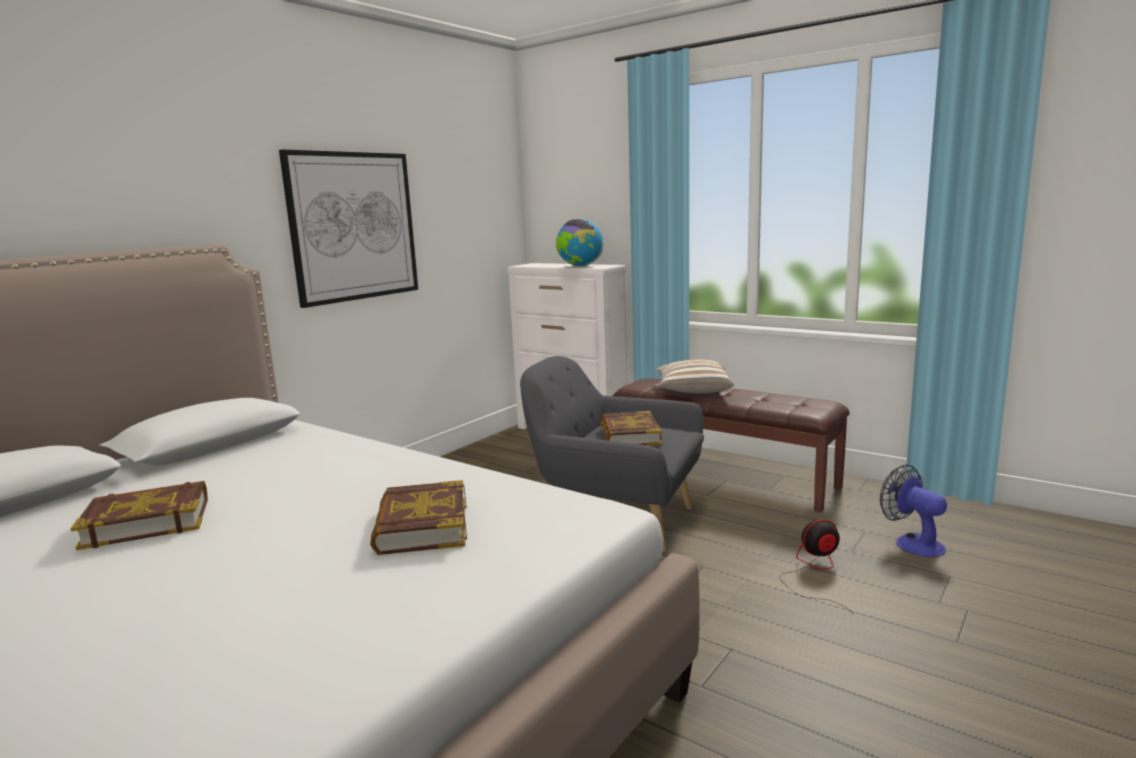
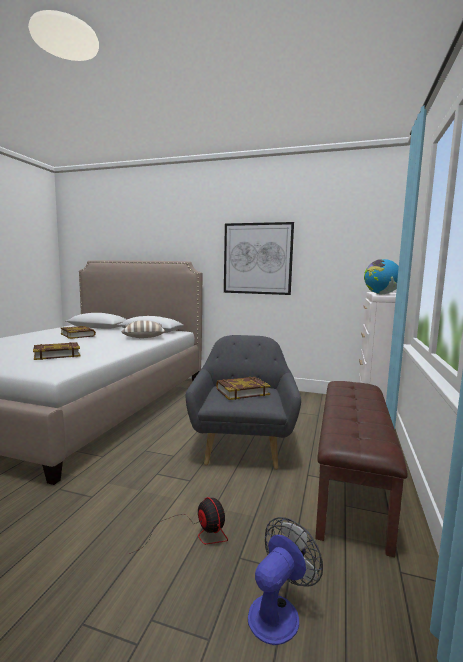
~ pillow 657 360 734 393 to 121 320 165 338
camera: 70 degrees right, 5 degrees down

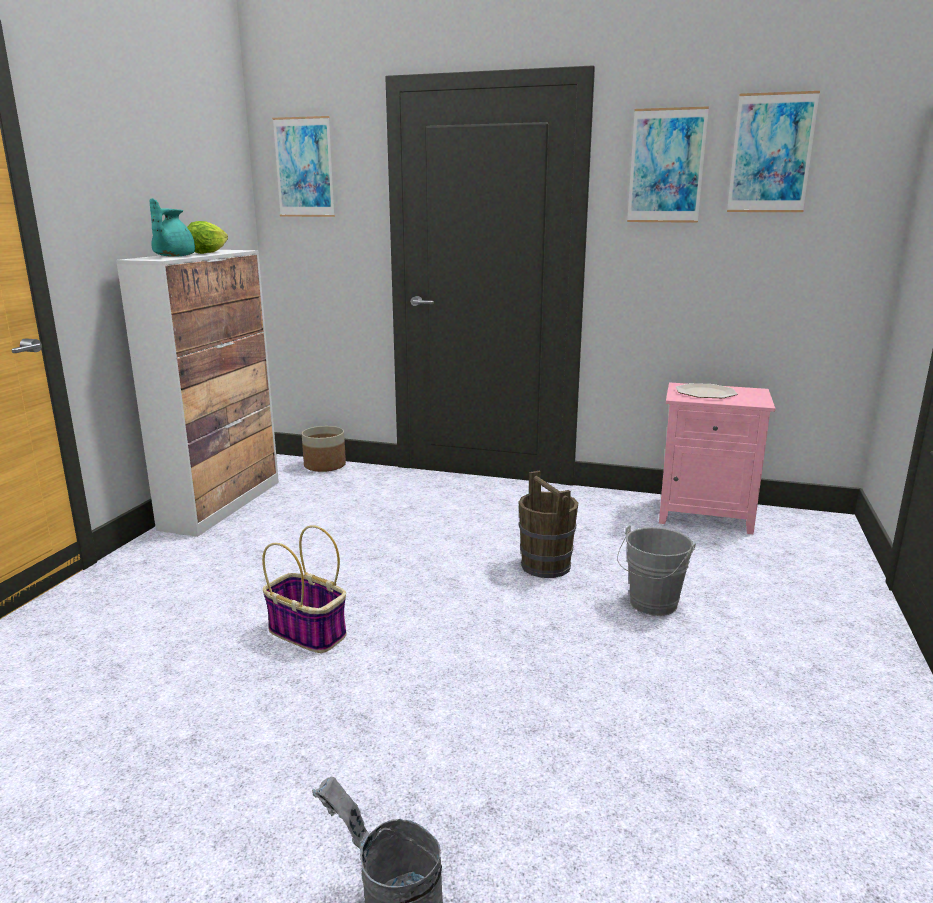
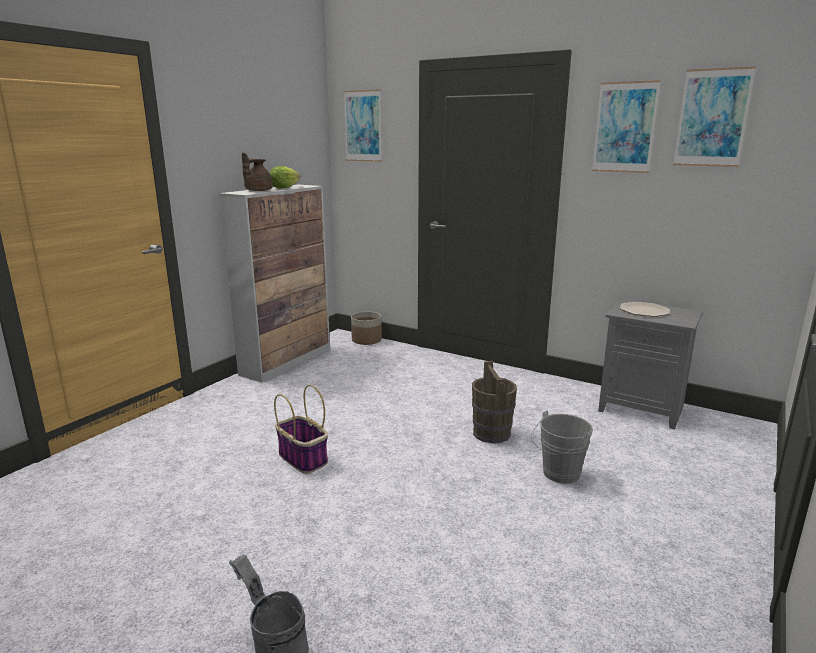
~ turquoise teapot 149 198 195 257 to brown teapot 242 152 273 191
~ pink nightstand 659 382 775 534 to grey nightstand 598 300 703 429
camera: 15 degrees right, 0 degrees up

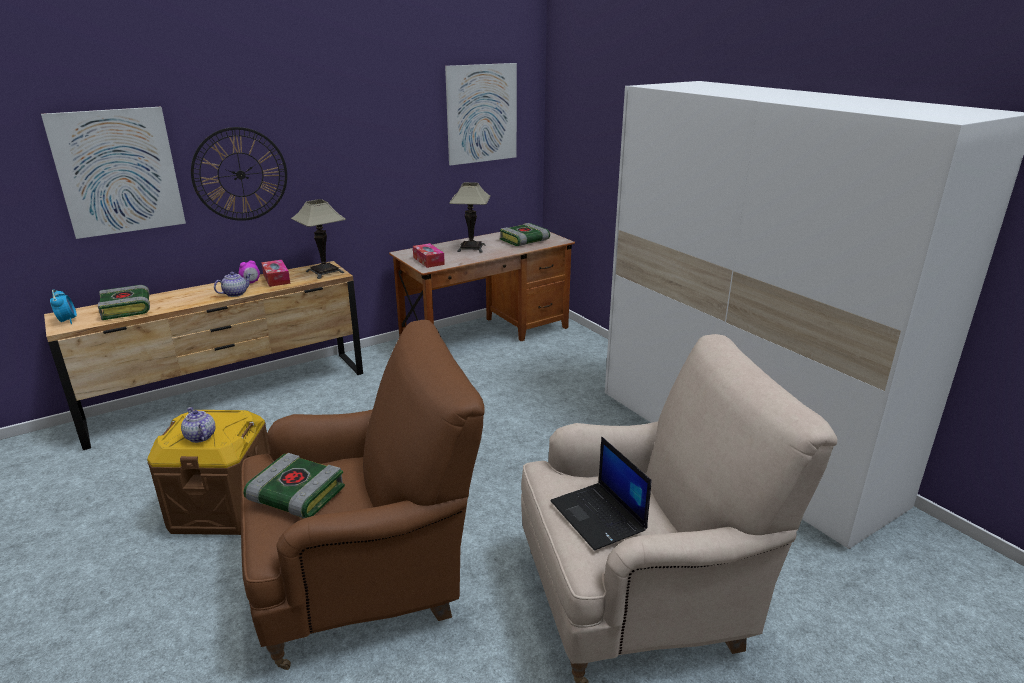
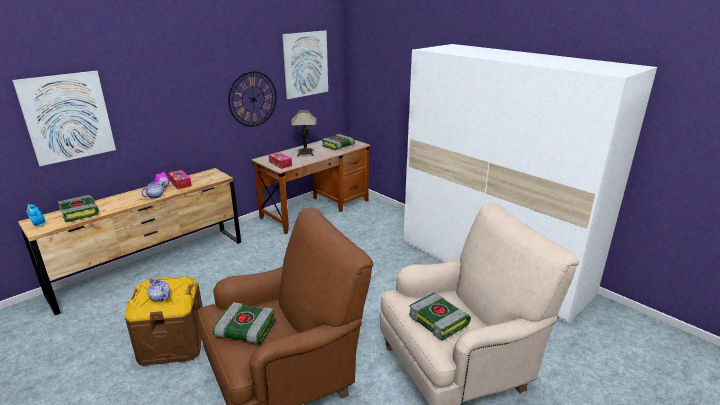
- table lamp 291 199 346 279
~ wall clock 191 127 287 221 to 228 71 277 127
~ laptop 551 437 651 551 to book 409 293 471 340
camera: 10 degrees left, 0 degrees up

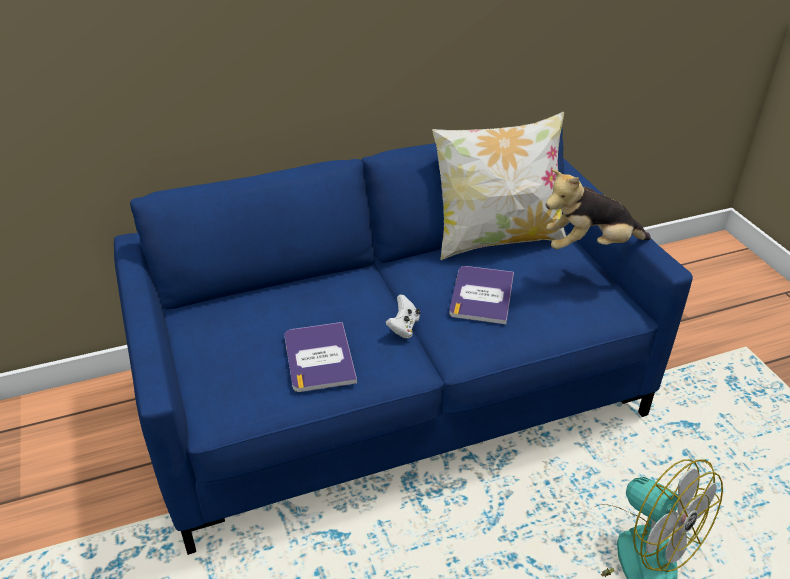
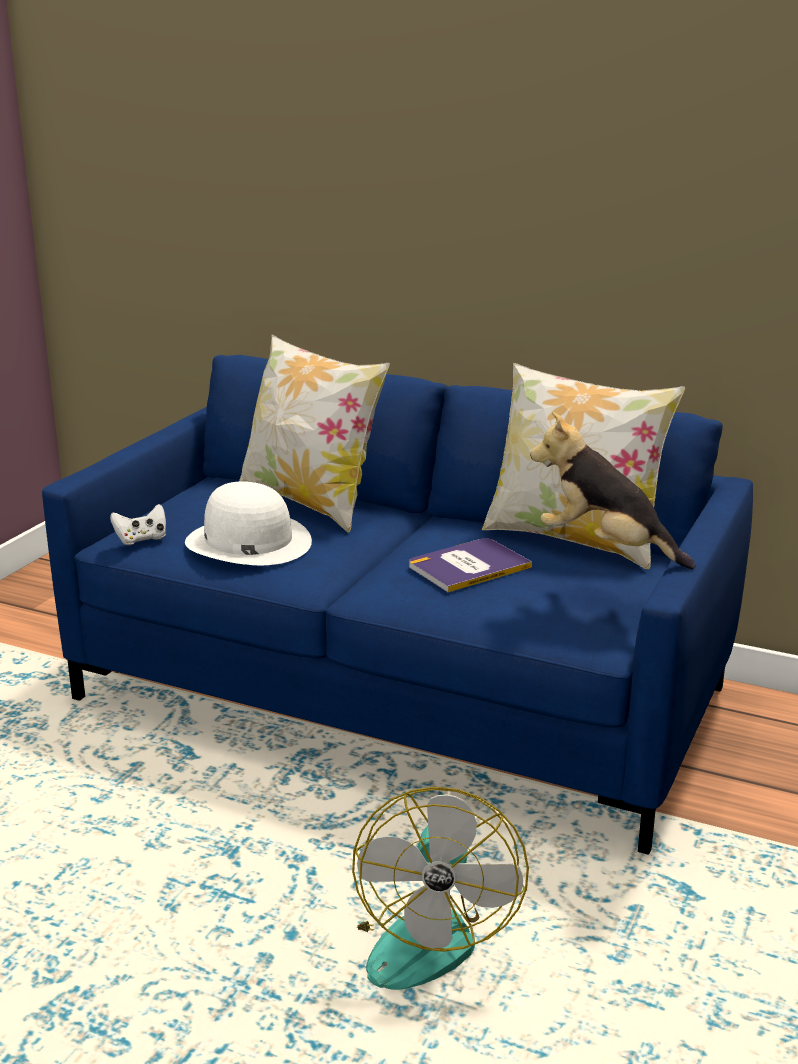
+ pillow 239 335 390 532
~ white game controller 385 294 420 338 to 110 504 166 545
~ book 284 322 357 392 to white hat 185 481 312 565
camera: 45 degrees right, 15 degrees down

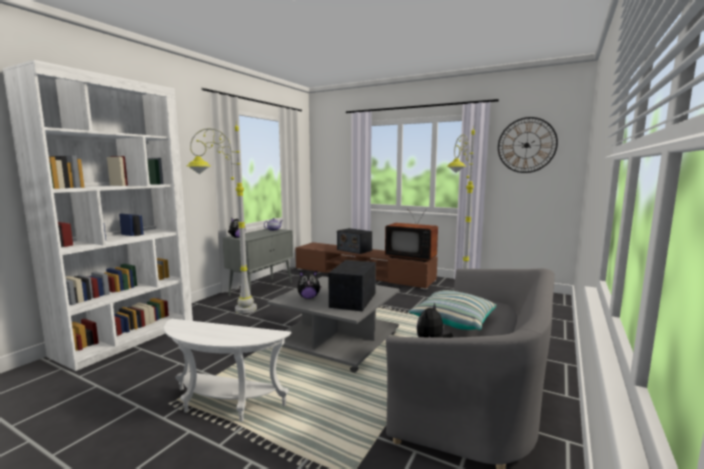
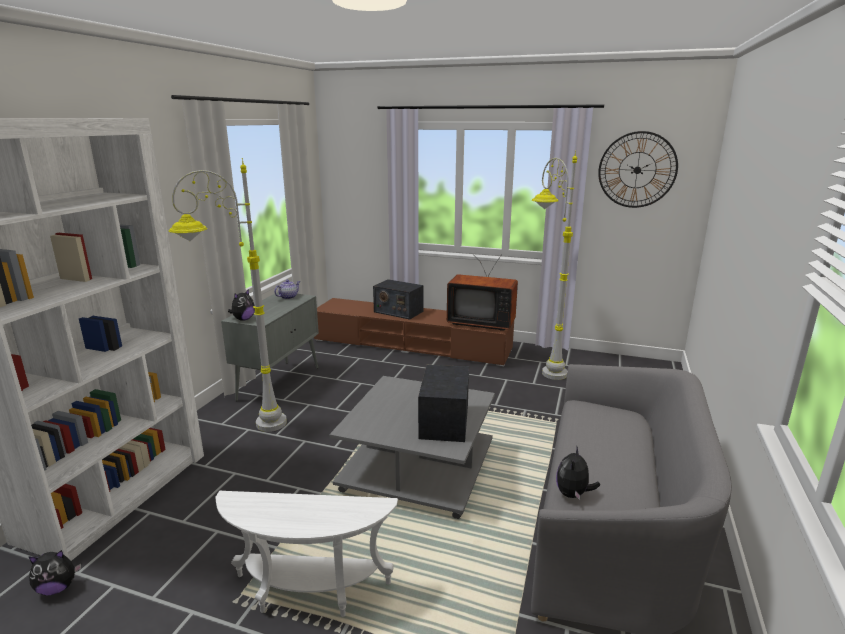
- pillow 409 290 496 330
~ plush toy 297 271 321 299 to 28 550 81 596
camera: 10 degrees left, 10 degrees up

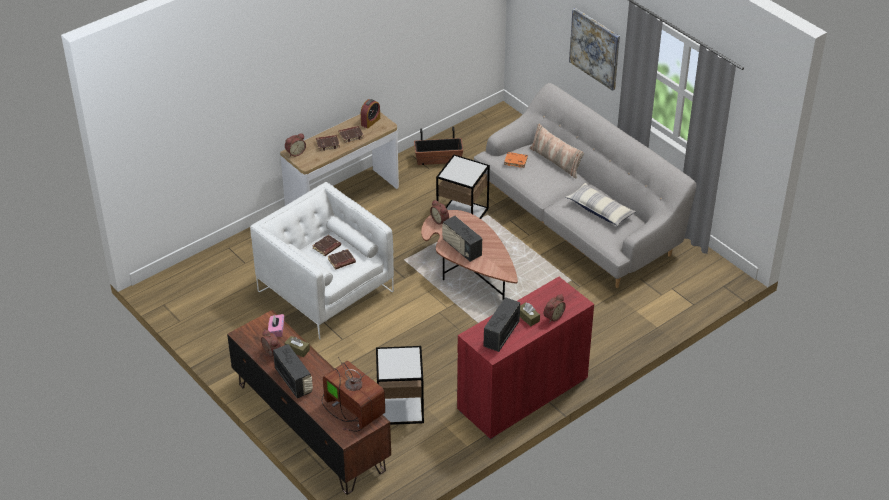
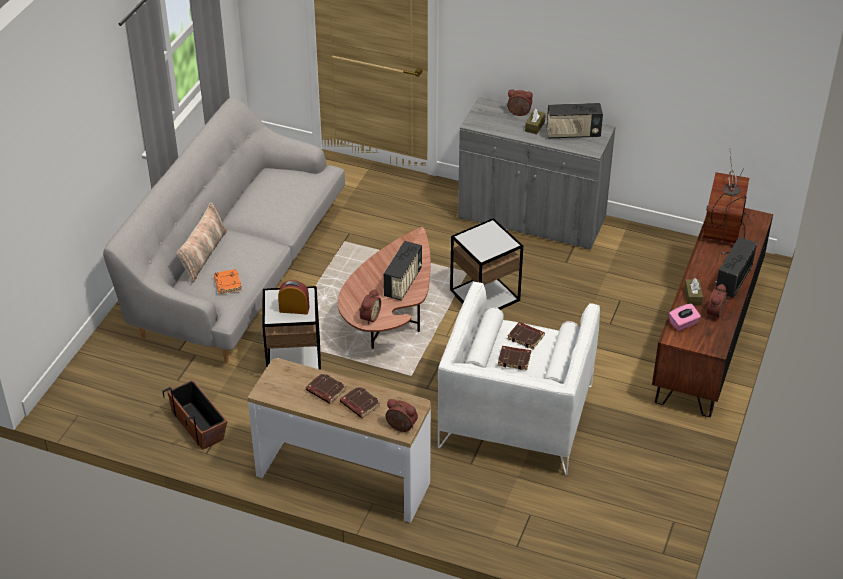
- pillow 566 183 636 226
- picture 569 8 620 91
~ alarm clock 361 99 380 129 to 278 280 310 314
~ side table 376 346 424 425 to 450 218 523 310
~ red cabinet 457 277 594 440 to grey cabinet 458 97 616 250
camera: 120 degrees left, 0 degrees up

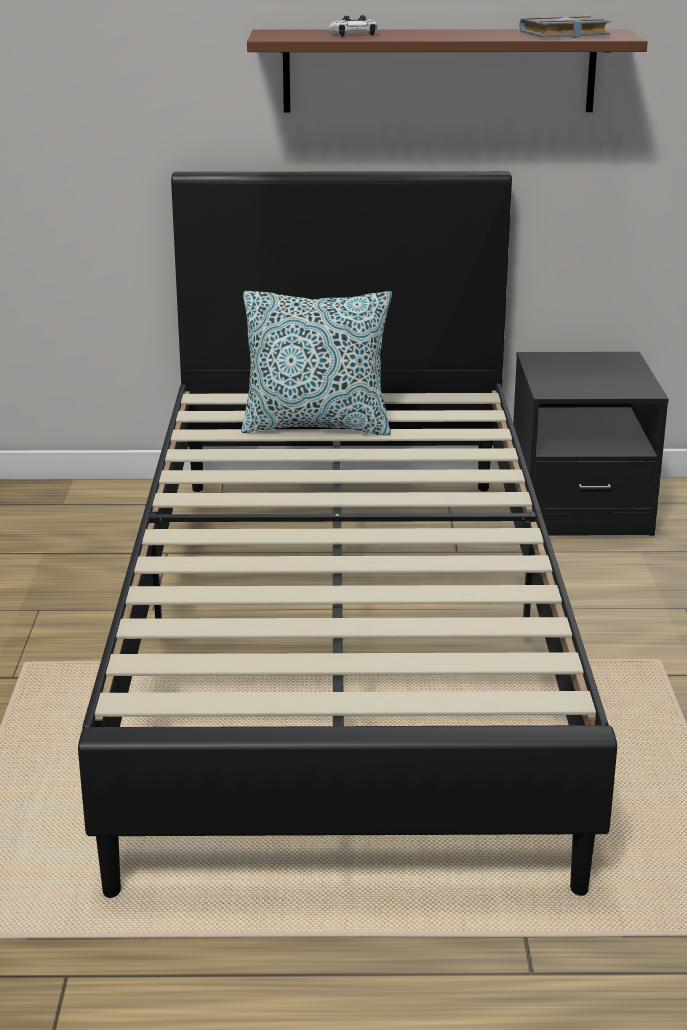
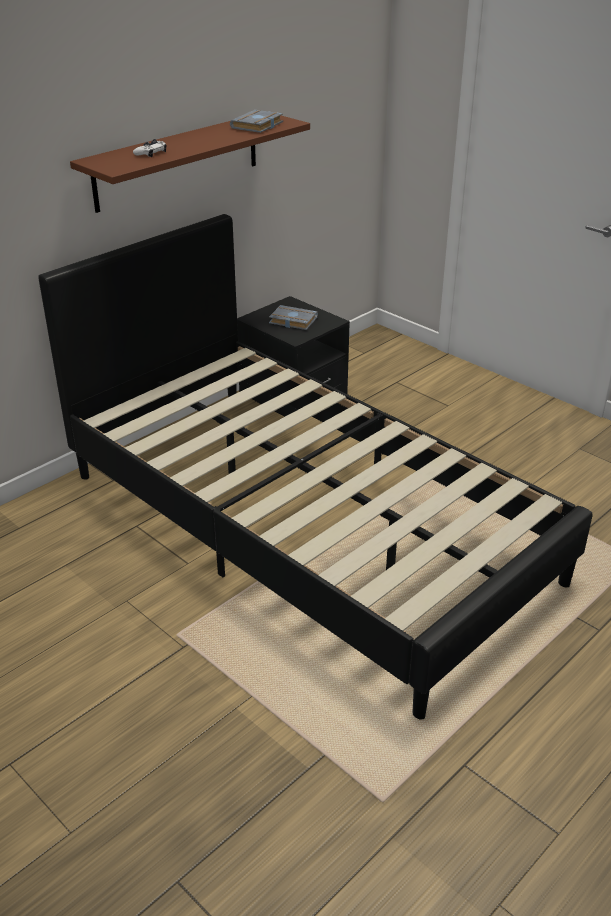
- pillow 241 291 392 435
+ grey book 269 305 318 330
camera: 45 degrees left, 10 degrees up

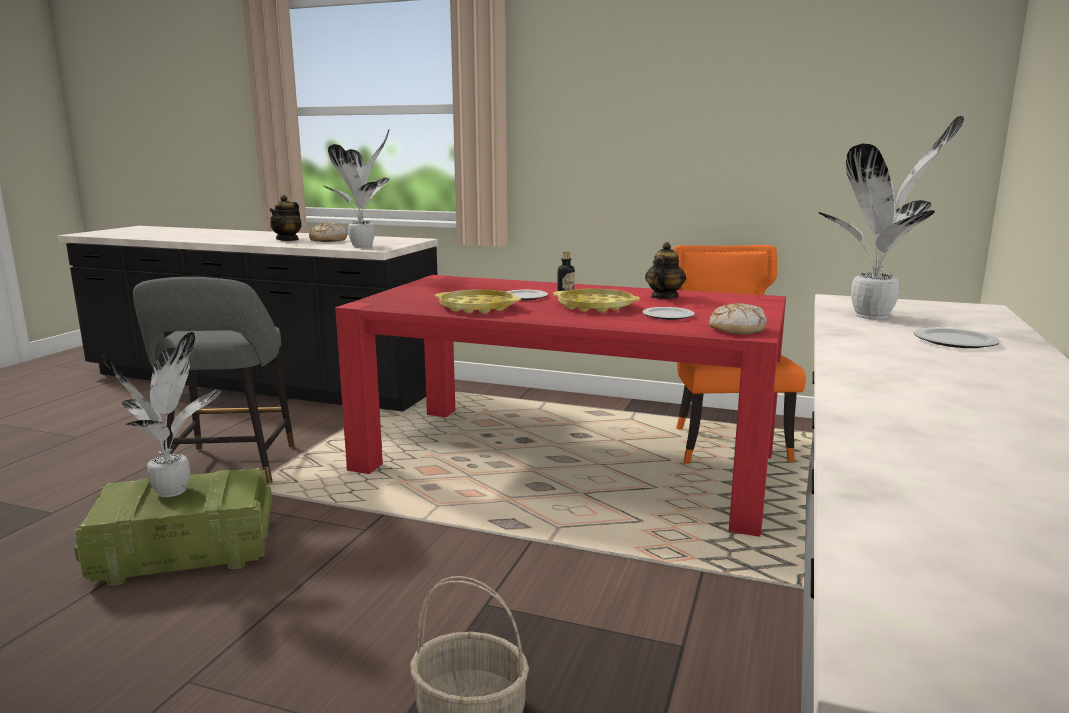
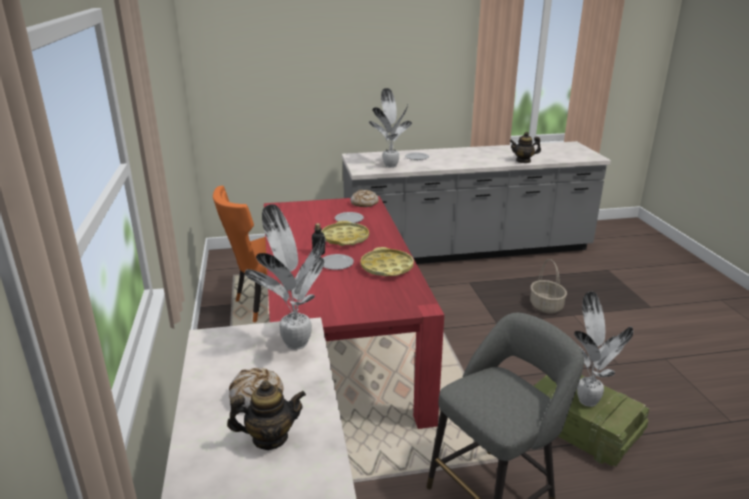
~ teapot 645 242 686 299 to 510 132 541 163
camera: 120 degrees left, 10 degrees up

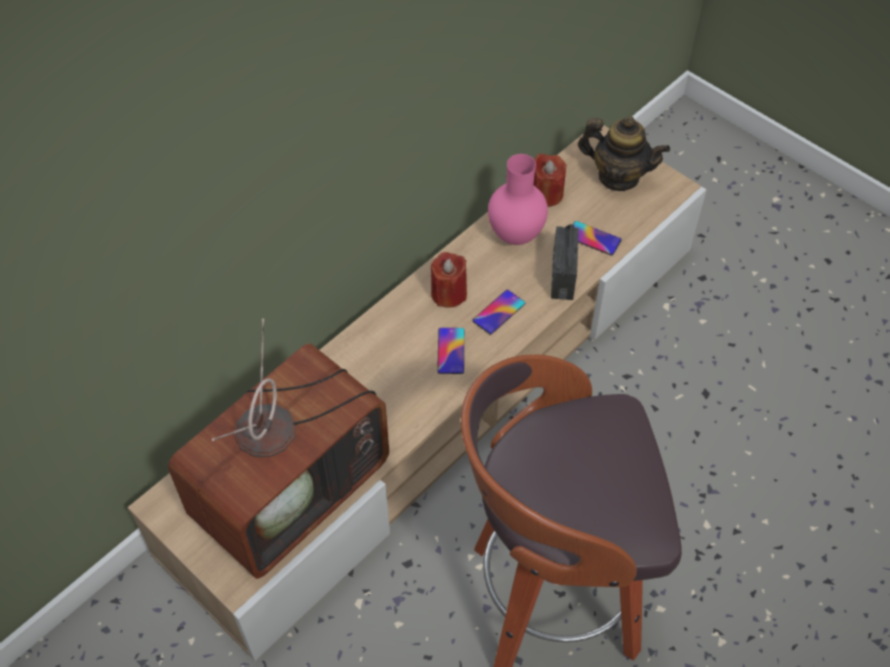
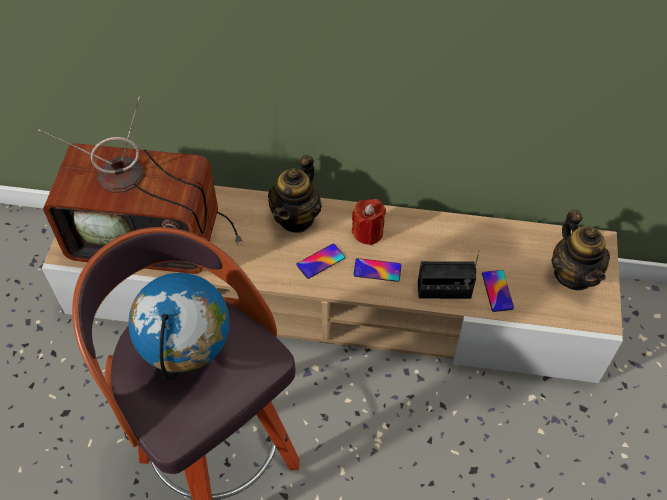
- pink vase 488 154 548 245
- red candle 534 154 566 207
+ globe 128 273 230 380
+ teapot 268 155 322 233
~ radio 551 224 579 300 = 418 251 479 299 150 degrees counterclockwise
camera: 55 degrees right, 0 degrees up

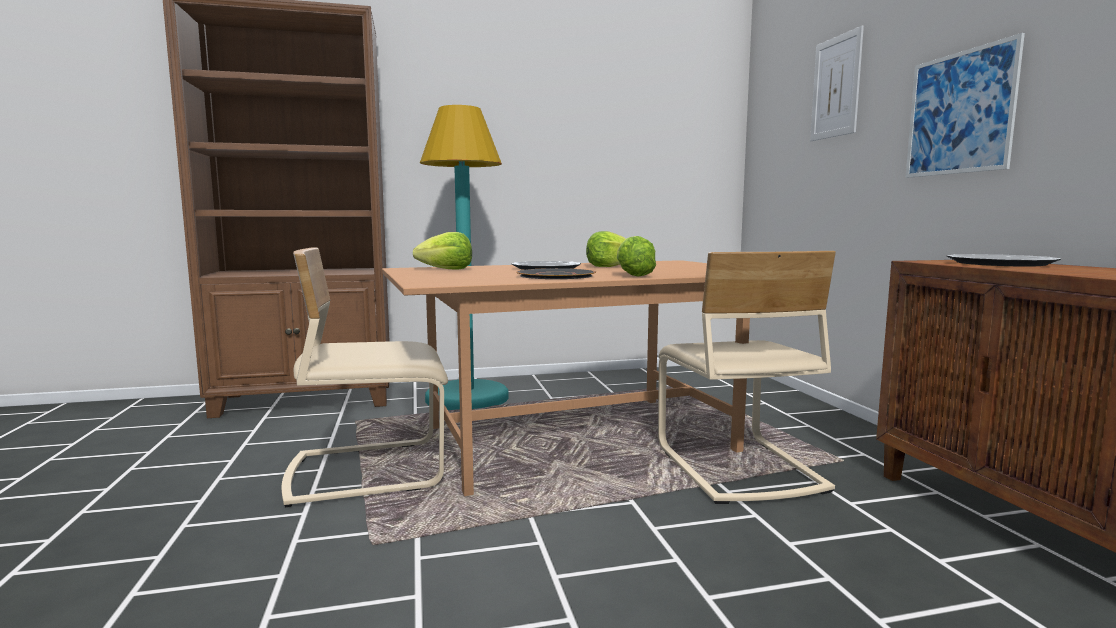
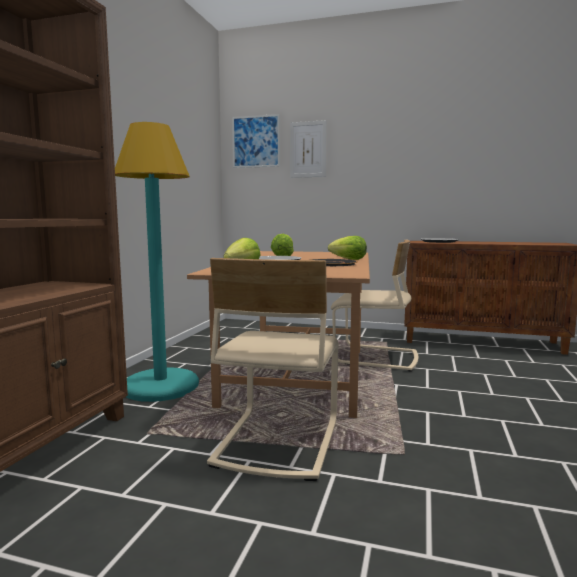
~ picture 906 33 1025 178 to 232 114 280 168
camera: 60 degrees left, 0 degrees up

